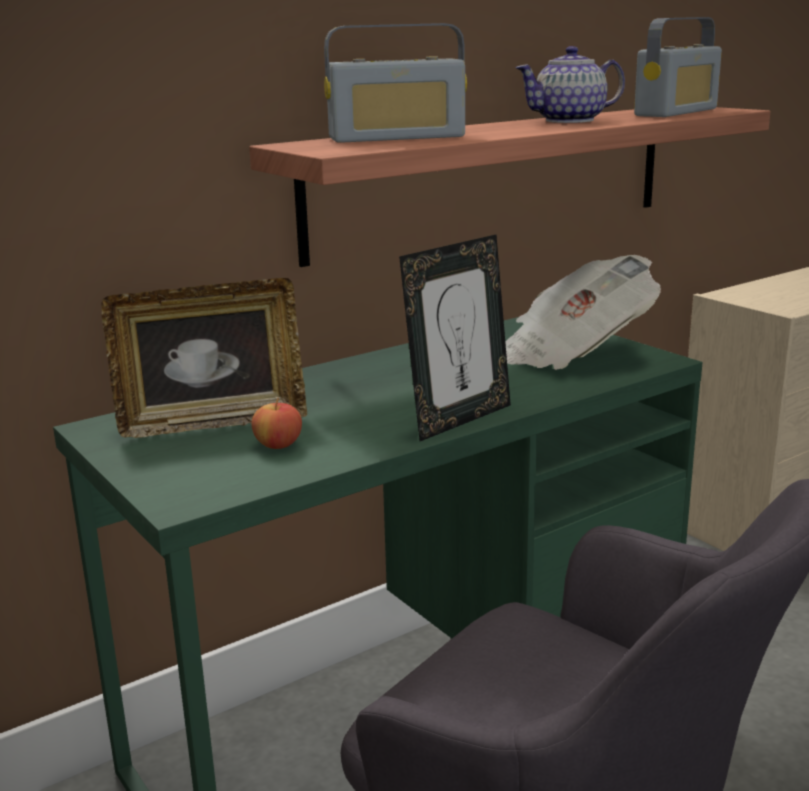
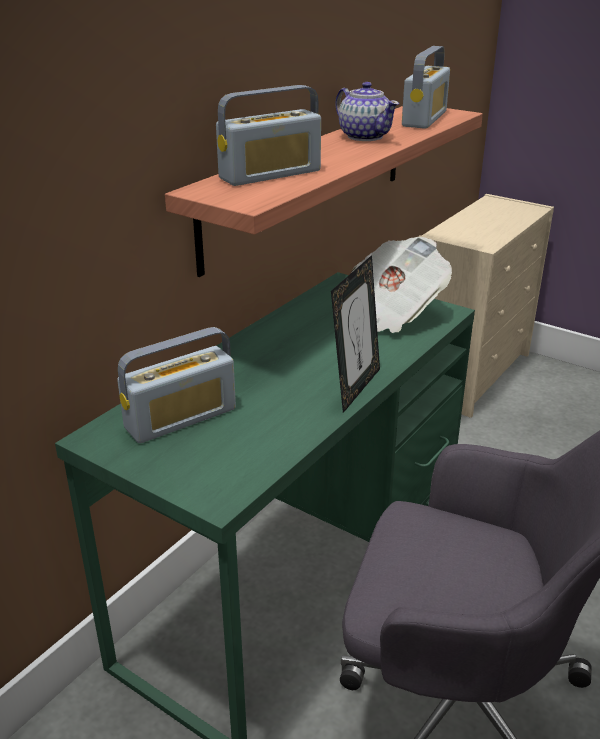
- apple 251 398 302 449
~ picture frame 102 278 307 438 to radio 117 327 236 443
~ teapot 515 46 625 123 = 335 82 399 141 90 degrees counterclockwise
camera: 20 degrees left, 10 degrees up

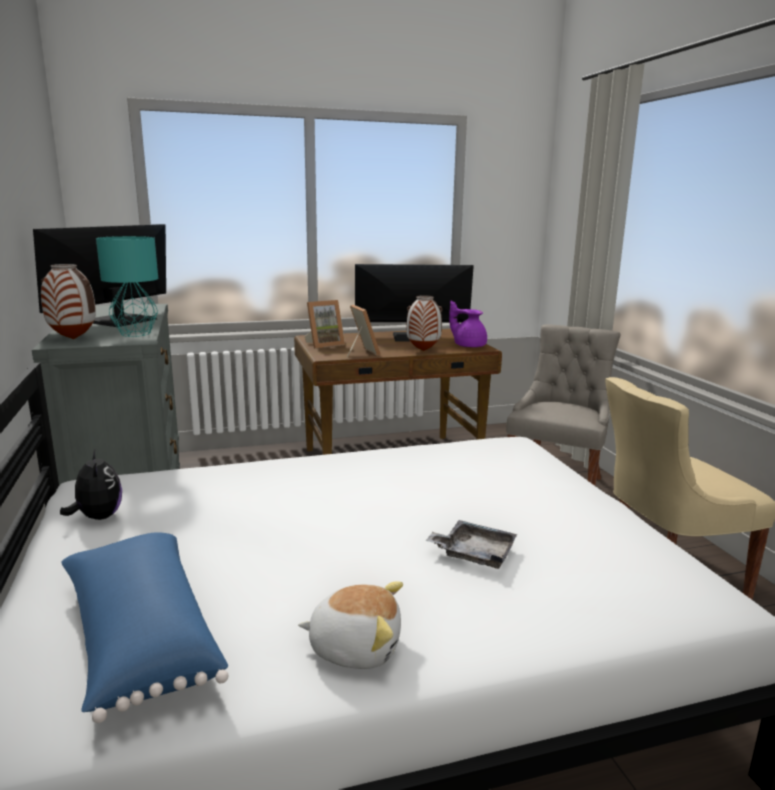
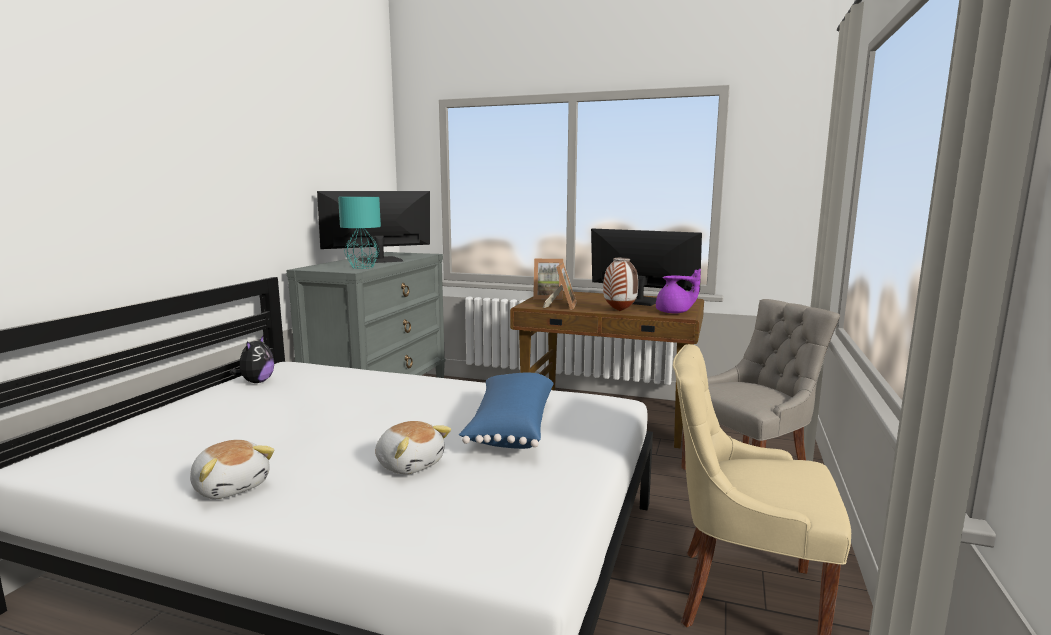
- vase 41 264 96 339
~ blue pillow 61 532 228 723 to 459 372 554 449
~ grey tray 426 520 517 569 to plush toy 375 421 451 474
~ purple teapot 449 301 487 348 = 656 269 701 314 120 degrees clockwise
camera: 35 degrees right, 5 degrees down

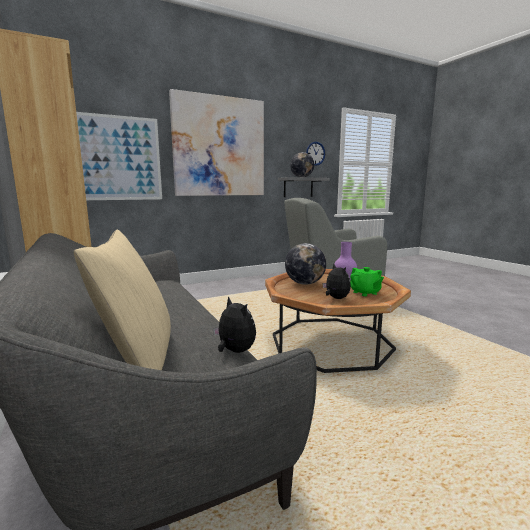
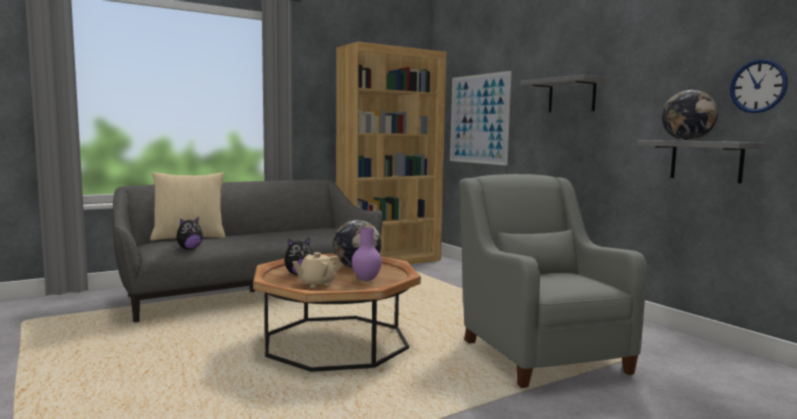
~ picture 169 89 264 196 to grey shelf 520 75 607 113
~ green teapot 350 267 384 296 to beige teapot 293 252 341 288
camera: 85 degrees right, 5 degrees down

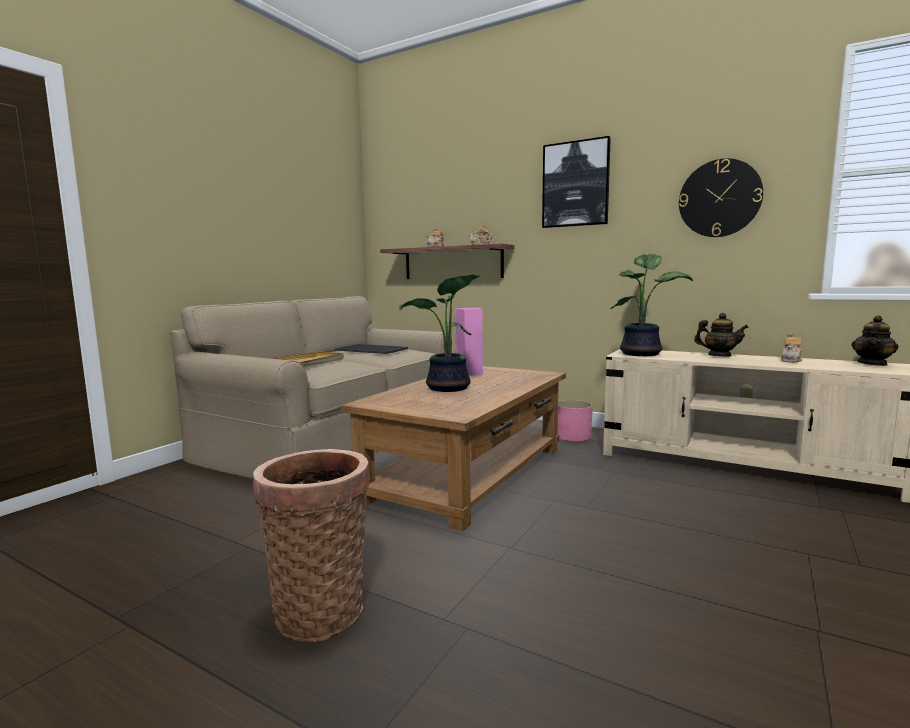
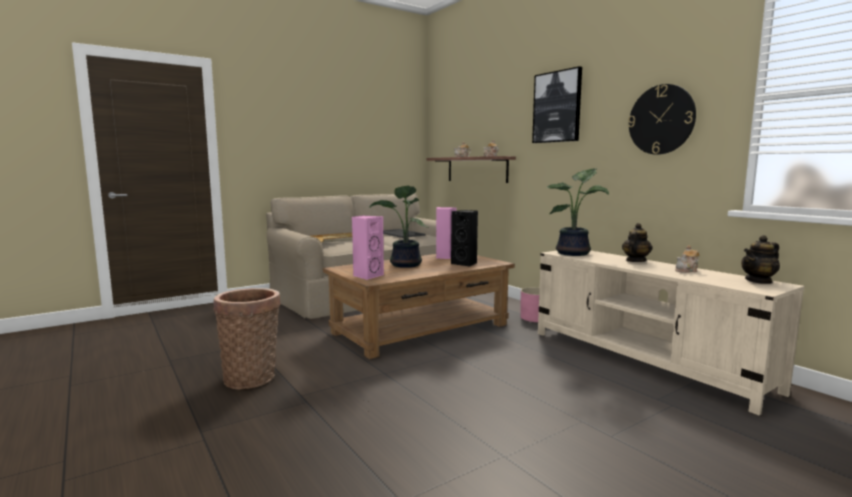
+ pink speaker 352 216 384 280
+ black speaker 451 210 478 267
~ teapot 694 313 749 356 = 622 223 653 262 105 degrees counterclockwise
camera: 25 degrees right, 0 degrees up

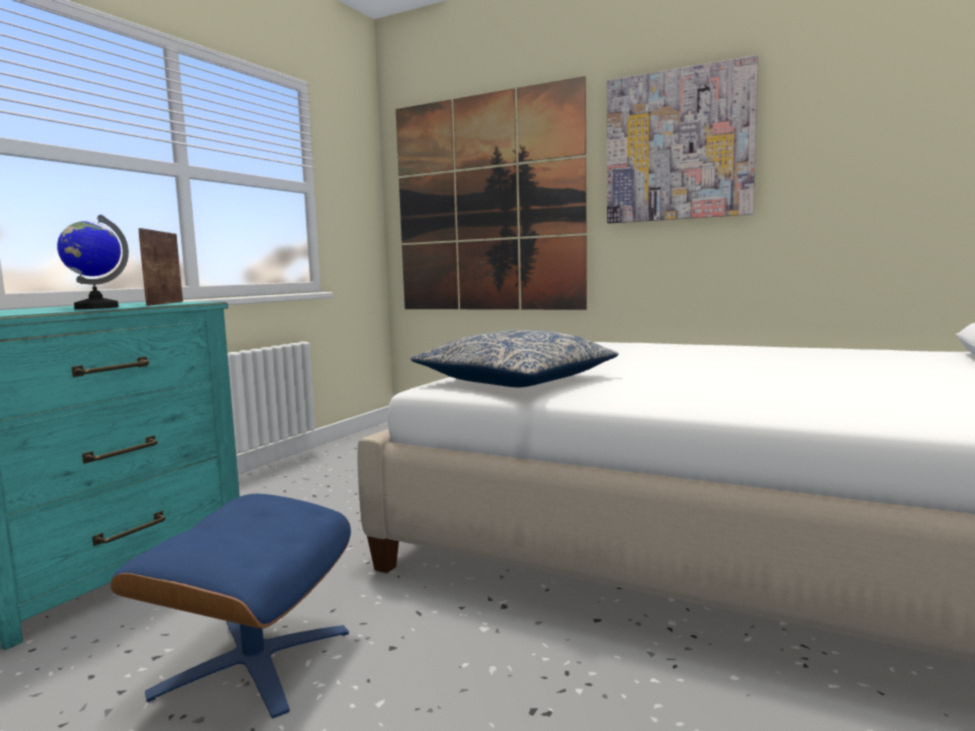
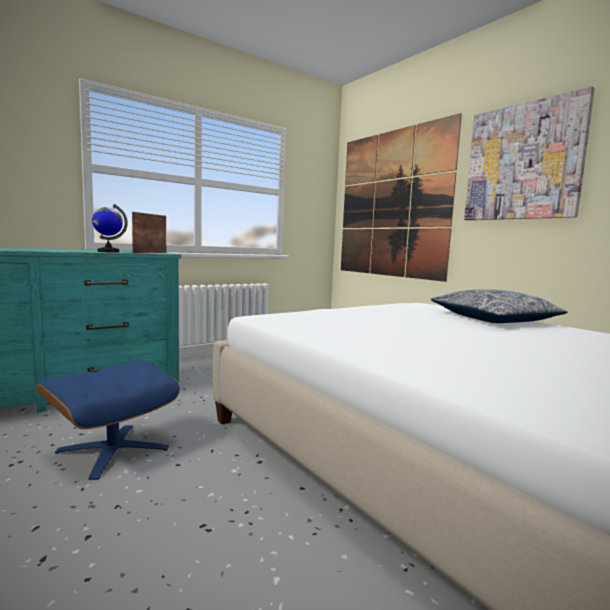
~ pillow 411 330 619 387 to 431 290 568 323
camera: 25 degrees right, 0 degrees up

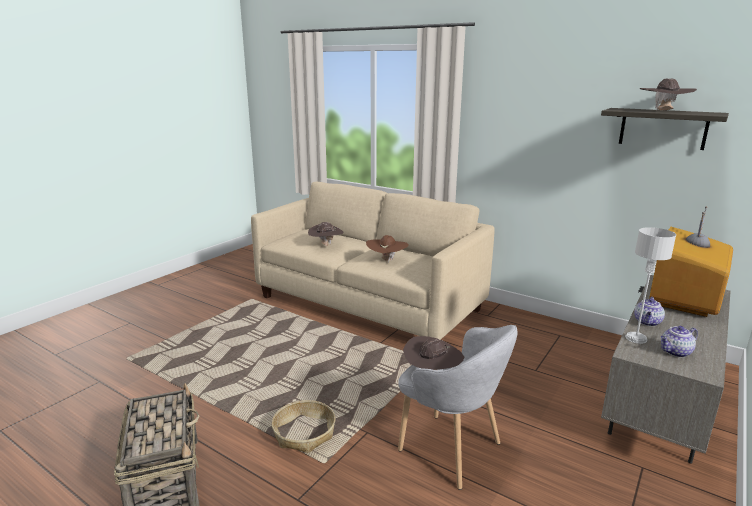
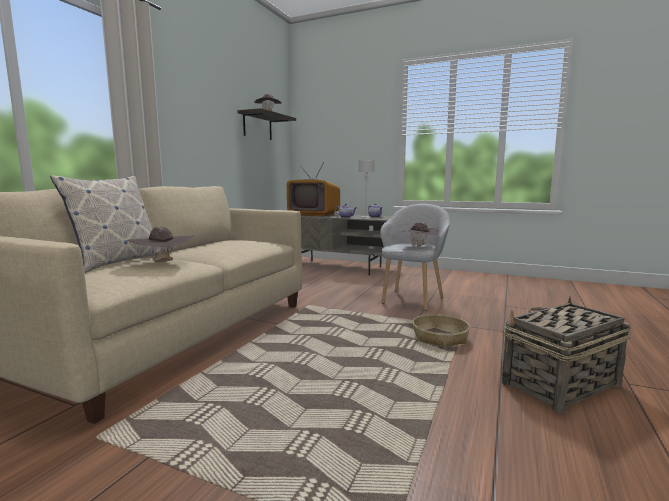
- brown hat 366 235 409 263
+ pillow 50 175 157 273
camera: 100 degrees left, 10 degrees down

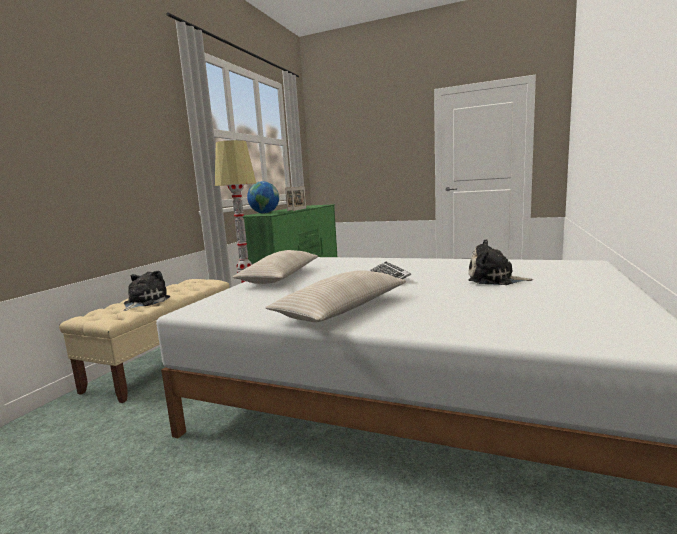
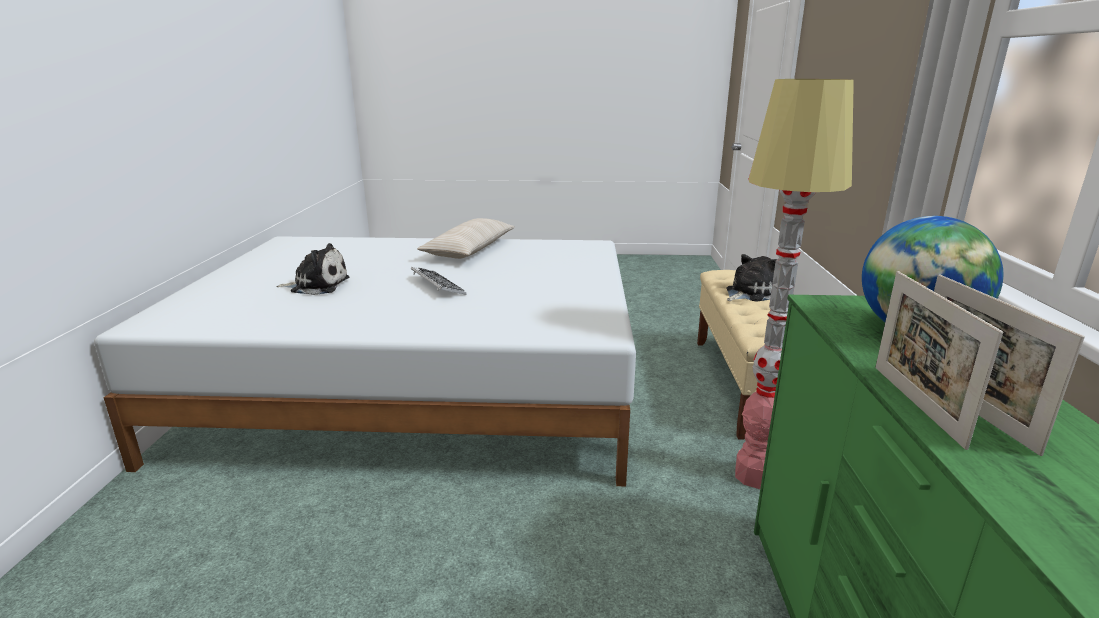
- beige pillow 233 250 318 284
~ plush toy 123 271 170 311 = 726 254 777 301 120 degrees counterclockwise
camera: 160 degrees right, 10 degrees up

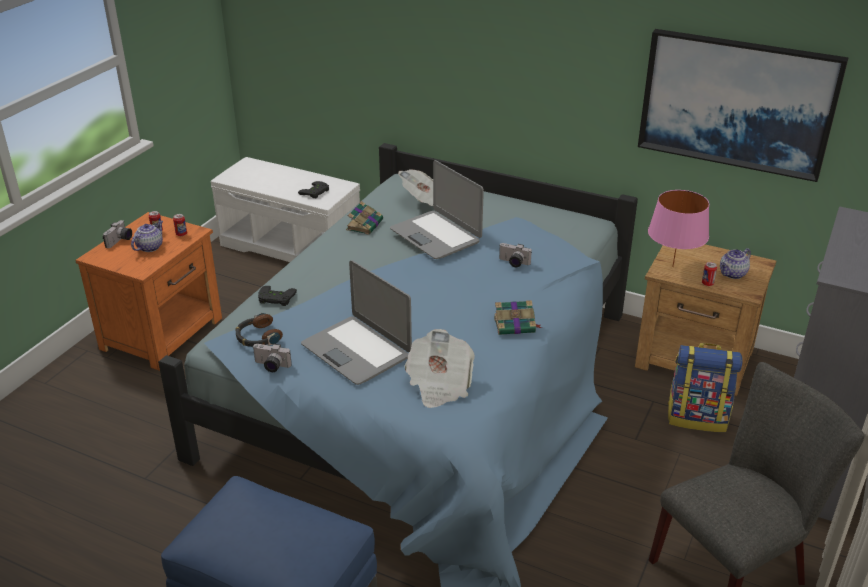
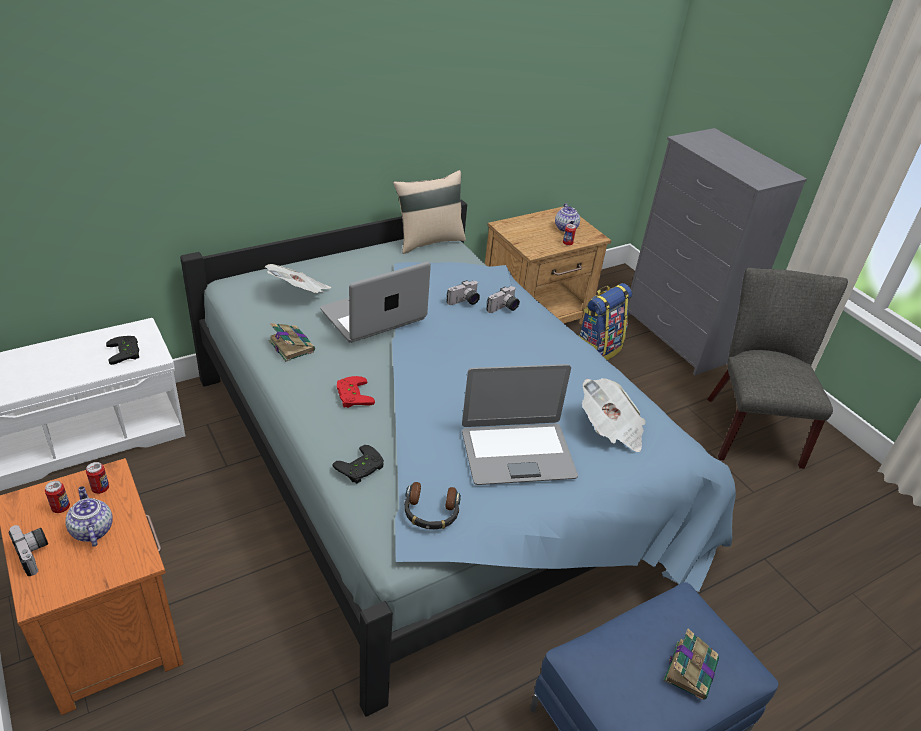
- picture 638 29 848 182
- pink table lamp 648 190 709 267
+ red game controller 337 376 375 408
+ beige pillow 393 170 466 254
~ photo camera 252 344 292 372 to 486 286 520 313
~ book 494 300 542 335 to 663 629 719 700
~ laptop 390 160 484 259 = 320 262 431 343 150 degrees clockwise
camera: 60 degrees left, 5 degrees up

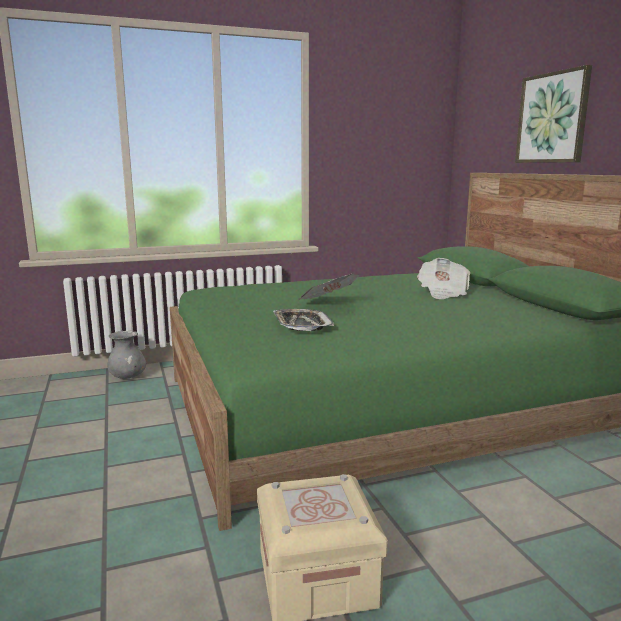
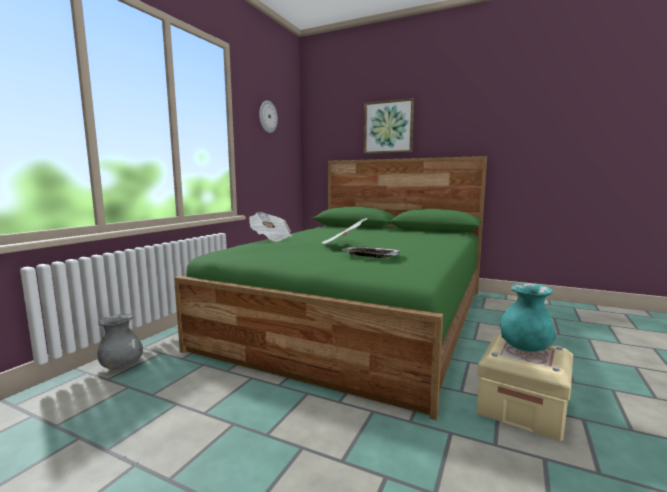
+ wall clock 259 101 278 133
+ turquoise vase 500 283 556 352
~ newspaper 417 258 470 299 to 249 212 292 241
camera: 45 degrees left, 5 degrees down

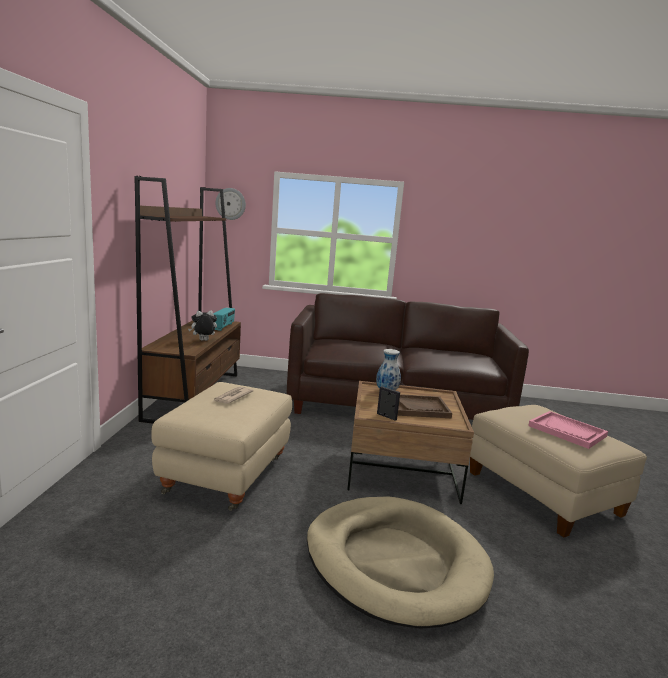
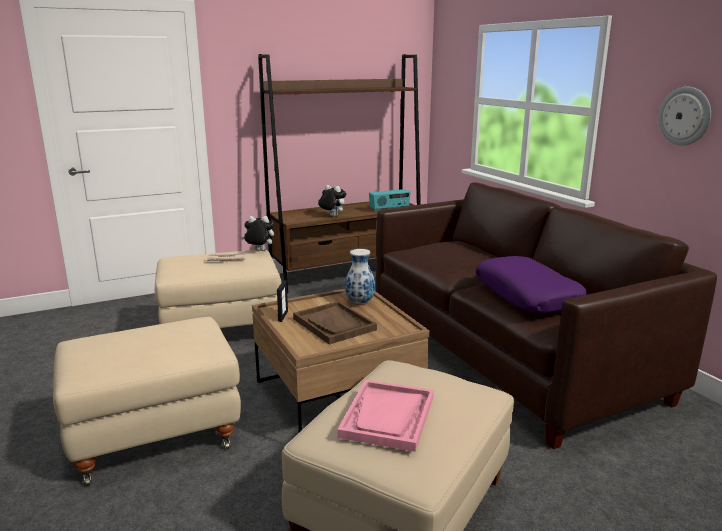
+ plush toy 241 216 274 251
+ purple pillow 476 256 587 313
~ wall clock 216 188 246 220 to 659 87 711 146
~ beige dog bed 307 497 494 629 to beige ottoman 53 317 241 486
camera: 60 degrees right, 5 degrees up

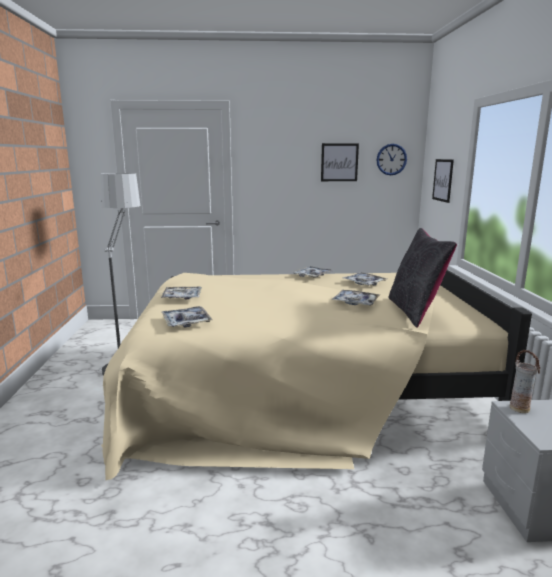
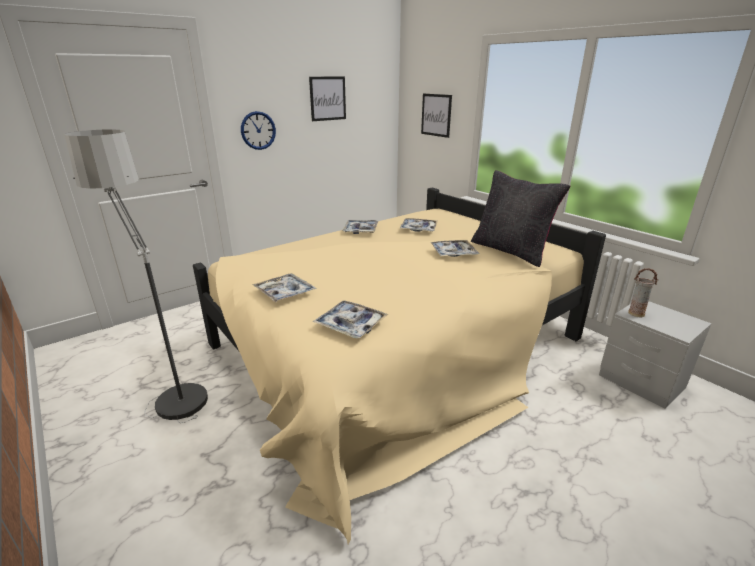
~ wall clock 377 144 407 175 to 241 111 276 150
camera: 35 degrees left, 10 degrees up

